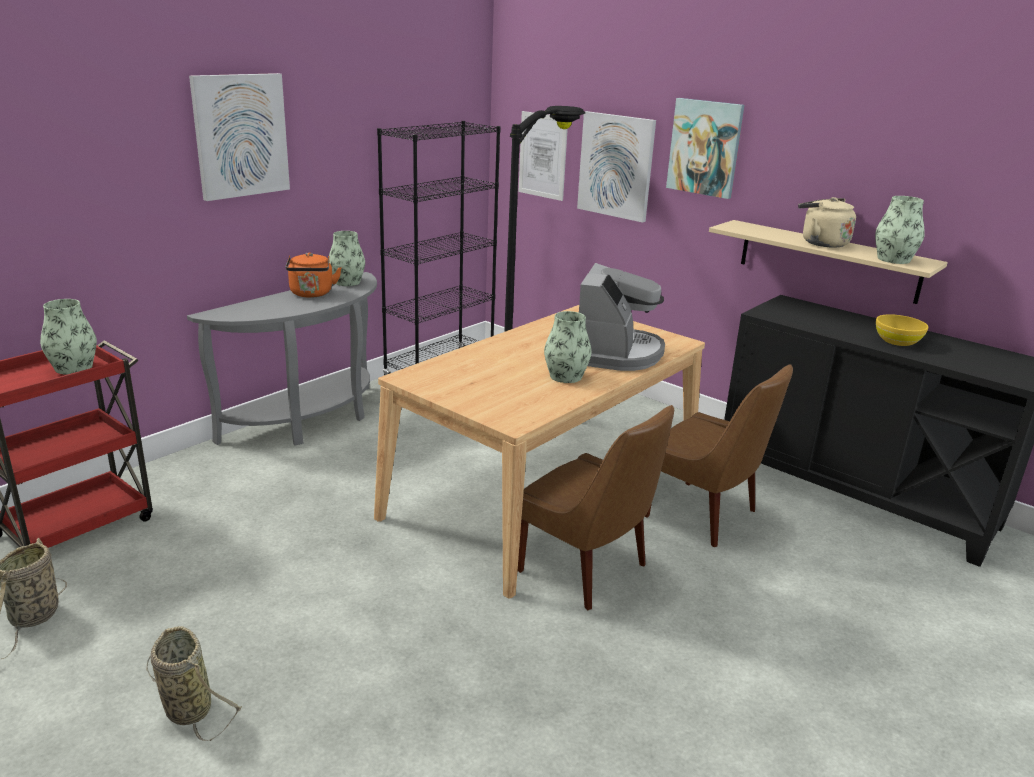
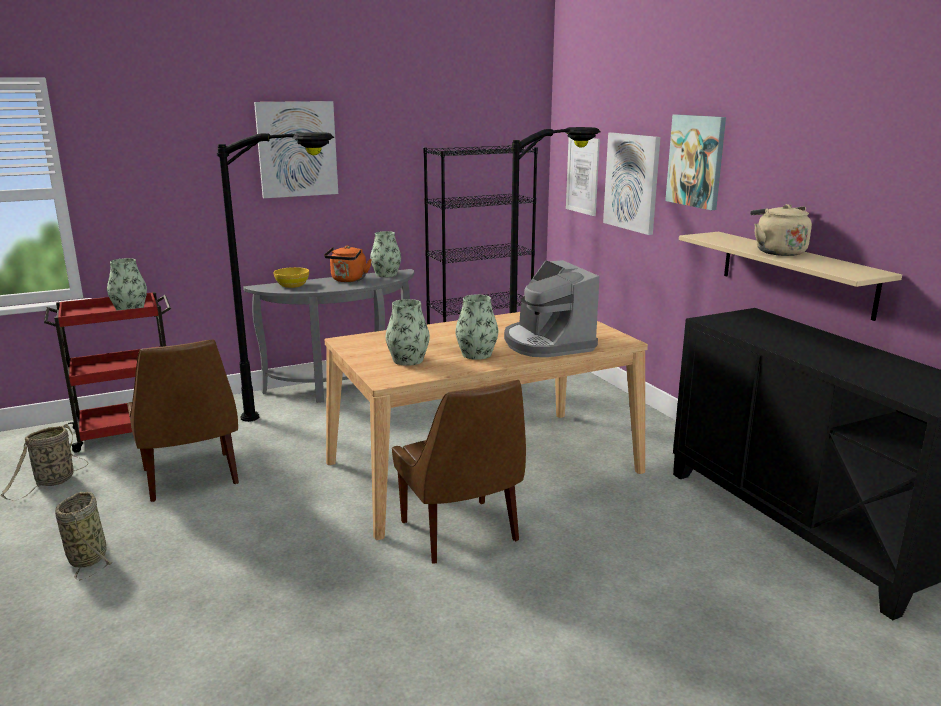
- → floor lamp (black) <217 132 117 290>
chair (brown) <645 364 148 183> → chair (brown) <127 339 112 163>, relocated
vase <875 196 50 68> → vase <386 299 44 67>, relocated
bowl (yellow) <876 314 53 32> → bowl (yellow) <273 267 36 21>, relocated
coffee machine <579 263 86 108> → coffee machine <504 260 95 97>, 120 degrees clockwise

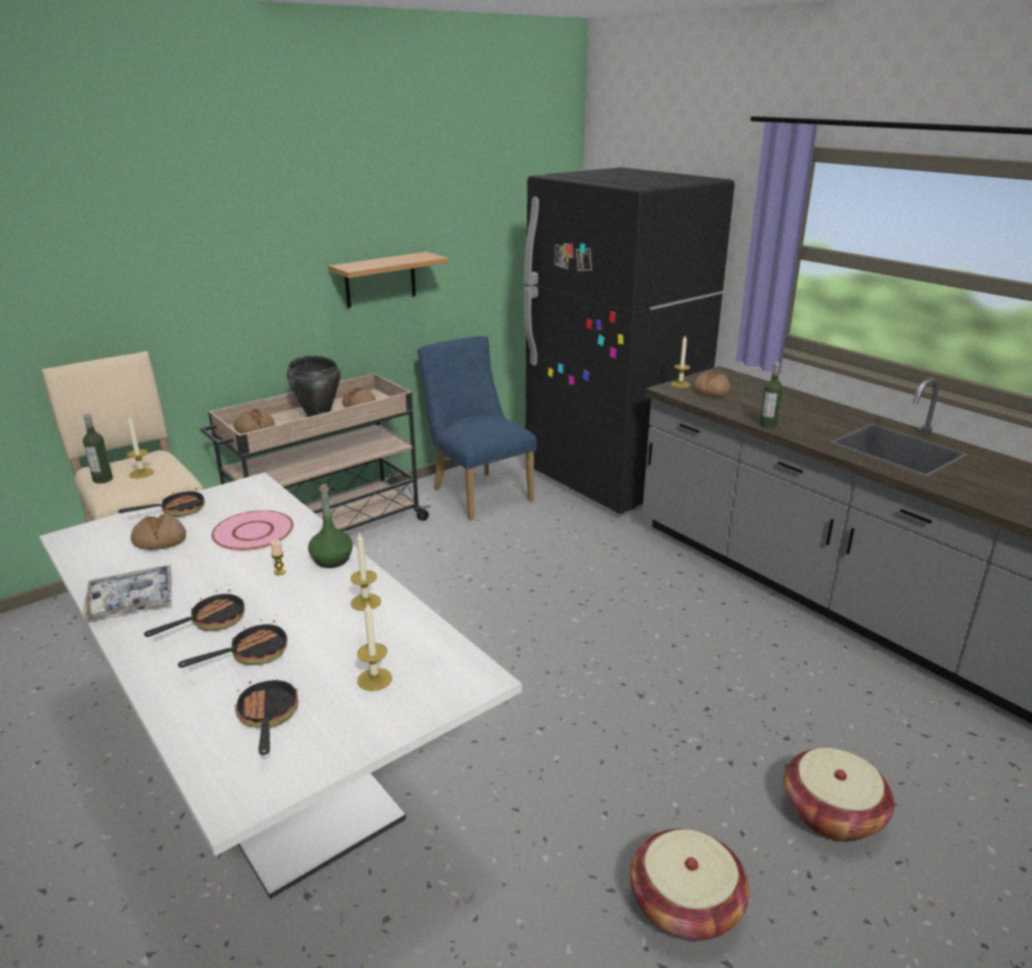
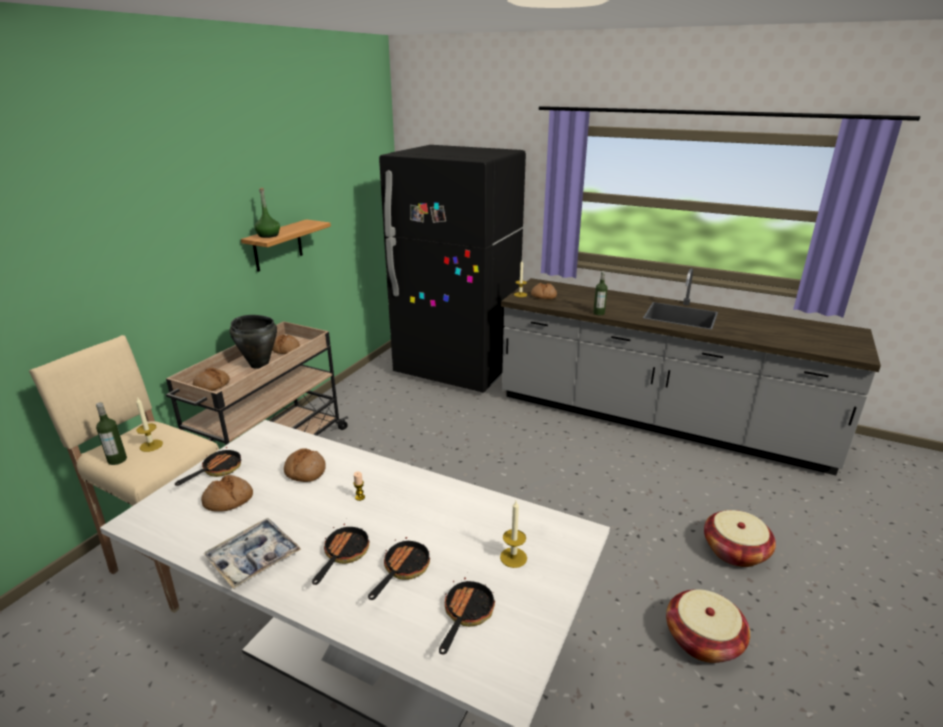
candle <351 532 30 79> → -
chair (blue) <418 336 119 184> → -
bottle (green) <308 484 45 84> → bottle (green) <255 188 25 50>, relocated
plate (pink) <211 510 83 41> → bread <284 448 42 34>
frying pan <234 679 65 76> → frying pan <439 577 56 78>, 60 degrees clockwise

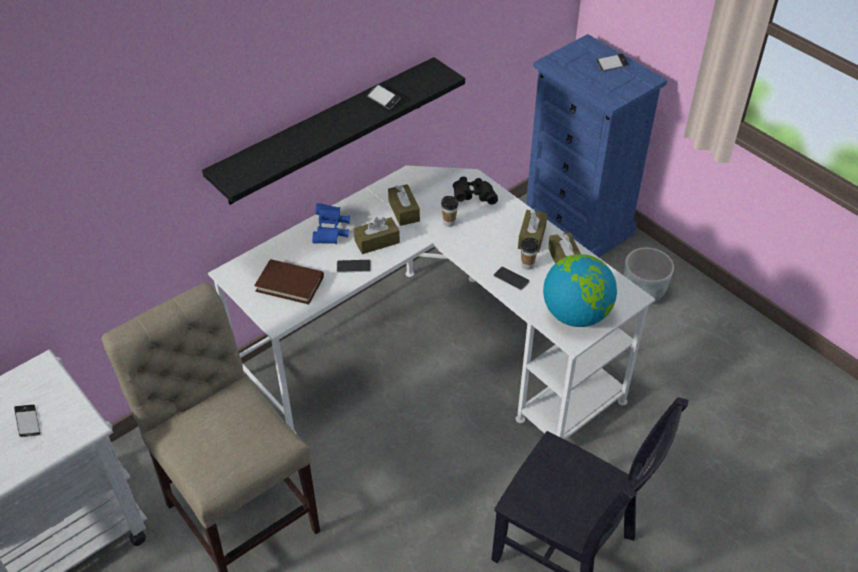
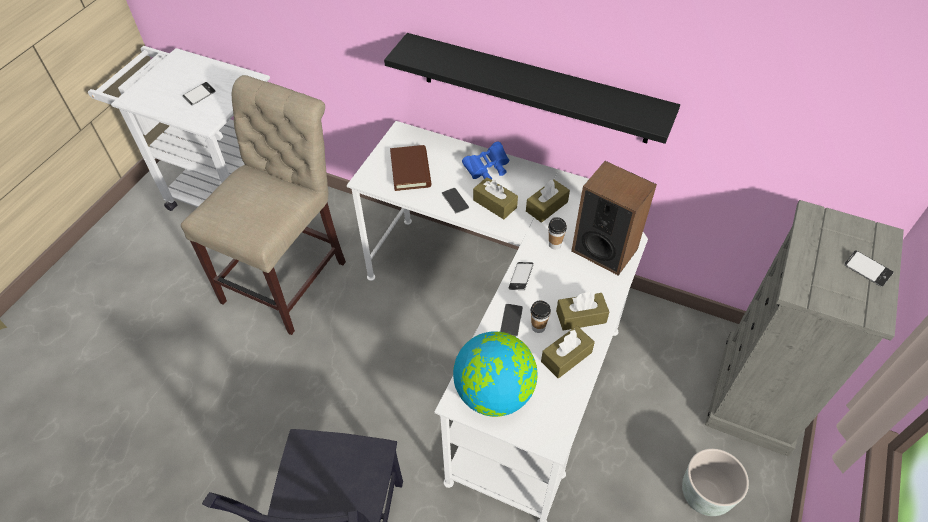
phone <367 84 34 26> → phone <508 262 26 28>, relocated
binoculars (black) <453 177 45 28> → speaker <571 161 86 115>
dresser (blue) <525 34 142 224> → dresser (grey) <705 200 199 257>

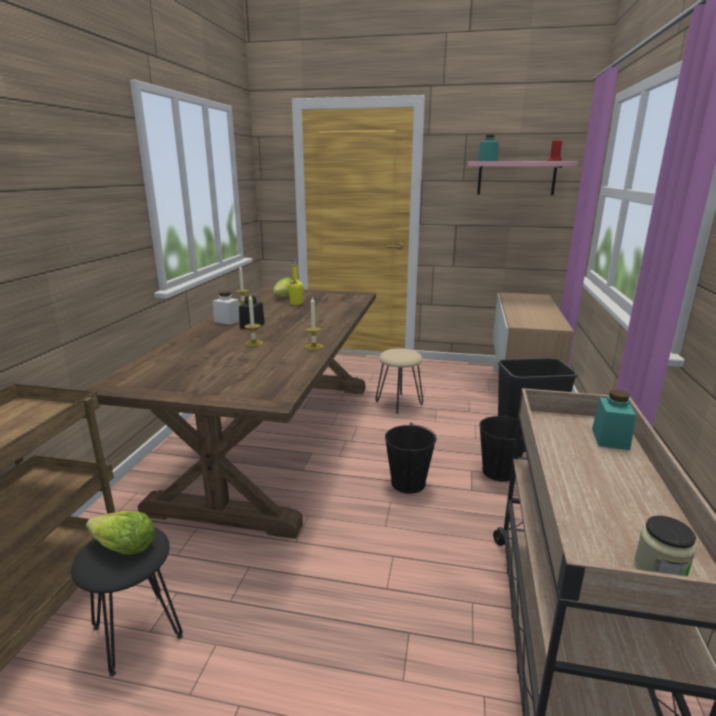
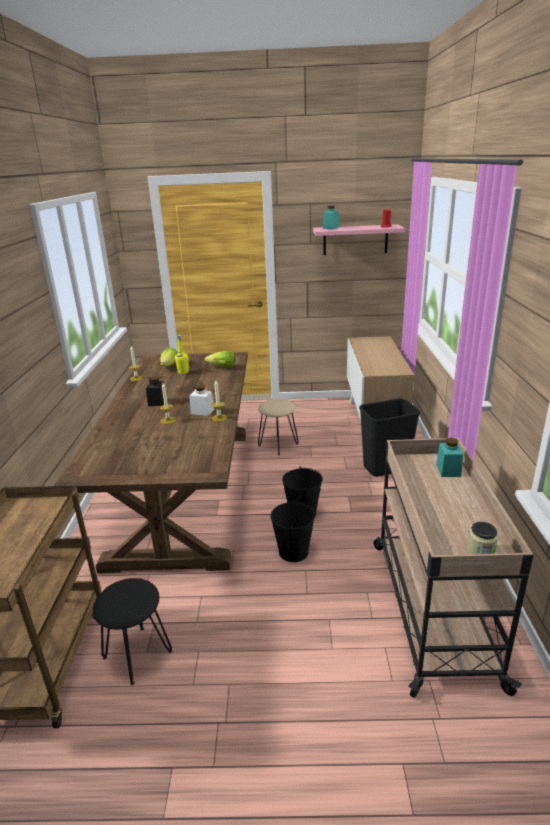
lettuce <86 511 69 44> → lettuce <205 351 30 17>, relocated
jar (white) <213 291 26 34> → jar (white) <190 385 24 31>, relocated
bucket (black) <479 414 46 68> → bucket (black) <271 500 44 62>, relocated

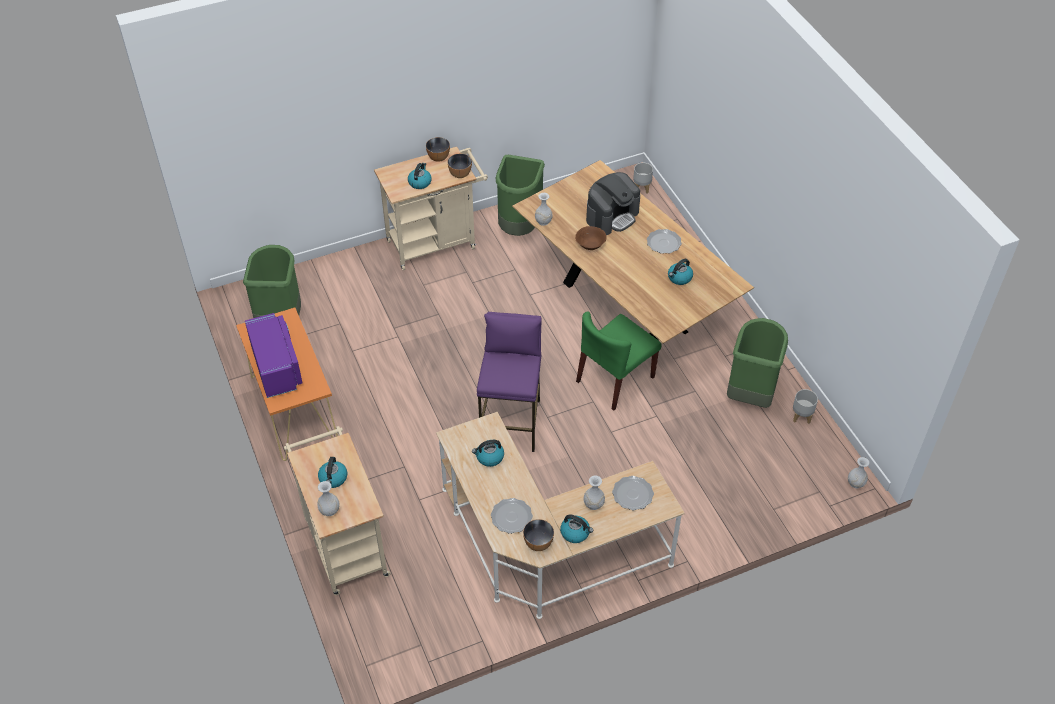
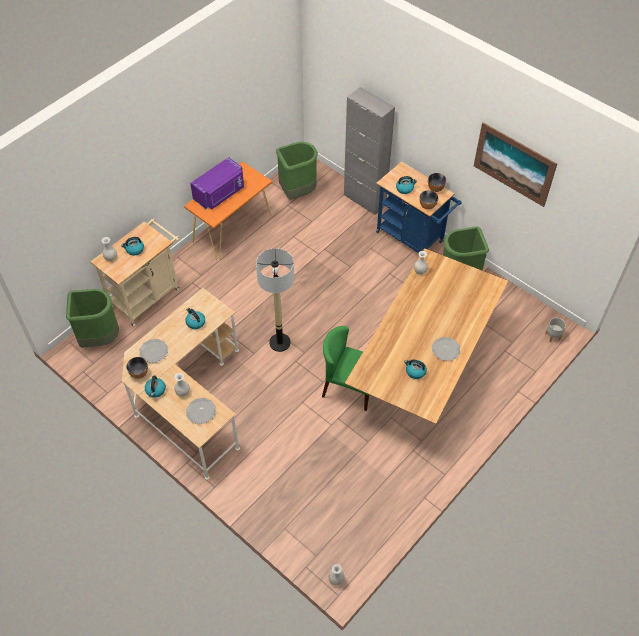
bowl (brown) <575 226 32 24> → -
coffee machine <586 172 54 63> → -
planter (grey) <793 389 25 35> → -
- → cabinet (grey) <344 87 51 128>
- → picture <474 122 83 85>
trash can (green) <727 318 61 90> → trash can (green) <66 289 53 59>, relocated
stool (purple) <477 312 65 140> → floor lamp <256 248 38 104>
cart (beige) <374 147 114 123> → cart (blue) <376 161 86 92>

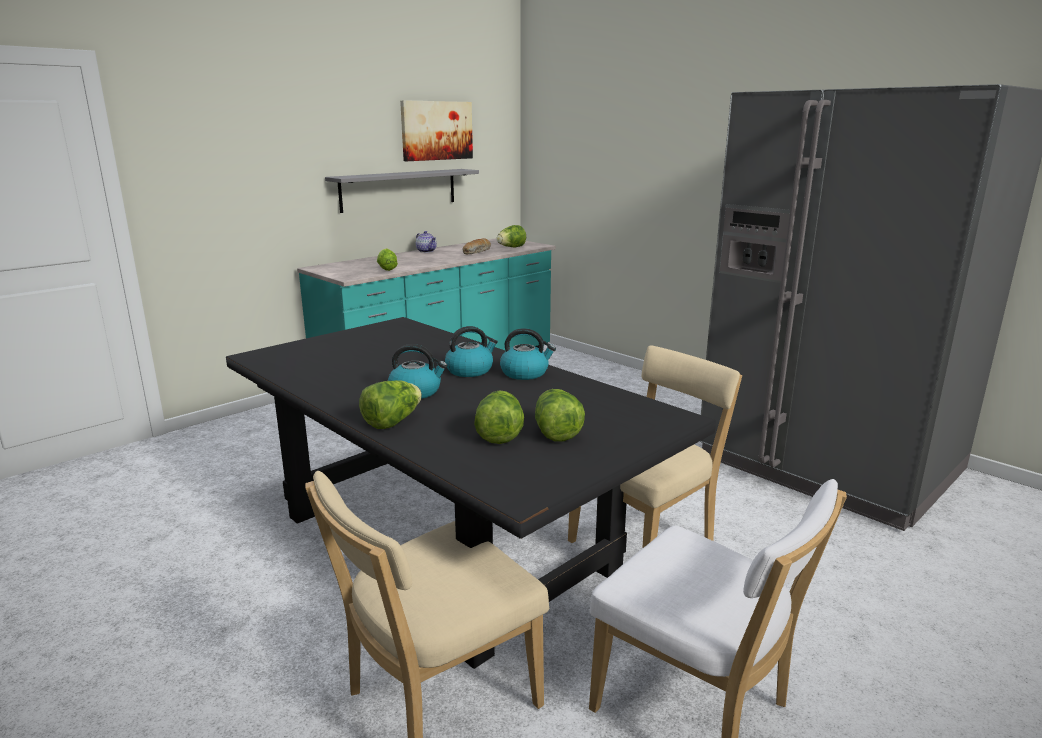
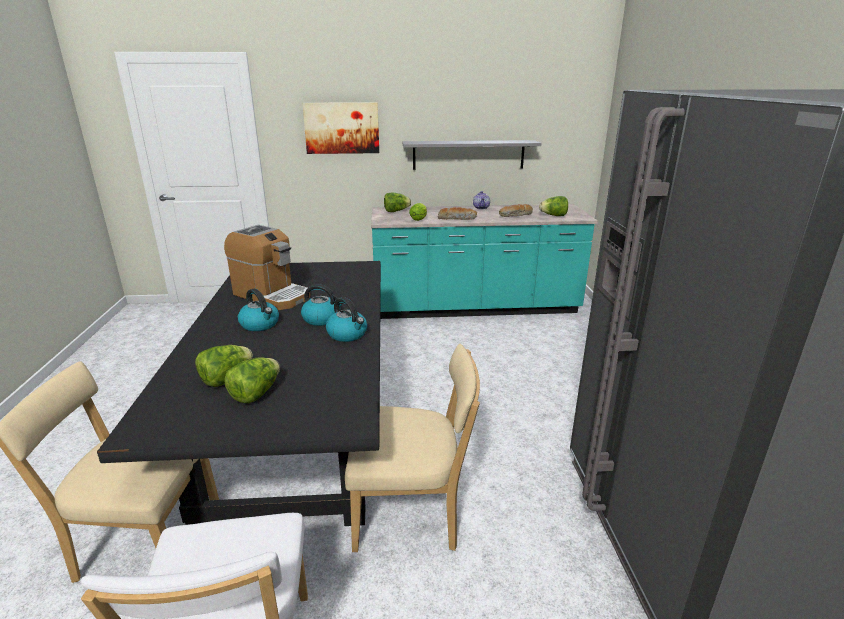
- → coffee machine <224 225 87 85>
- → bread <438 207 39 13>
lettuce <359 380 63 49> → lettuce <384 192 27 20>, relocated
picture <400 100 73 61> → picture <302 102 77 52>, relocated

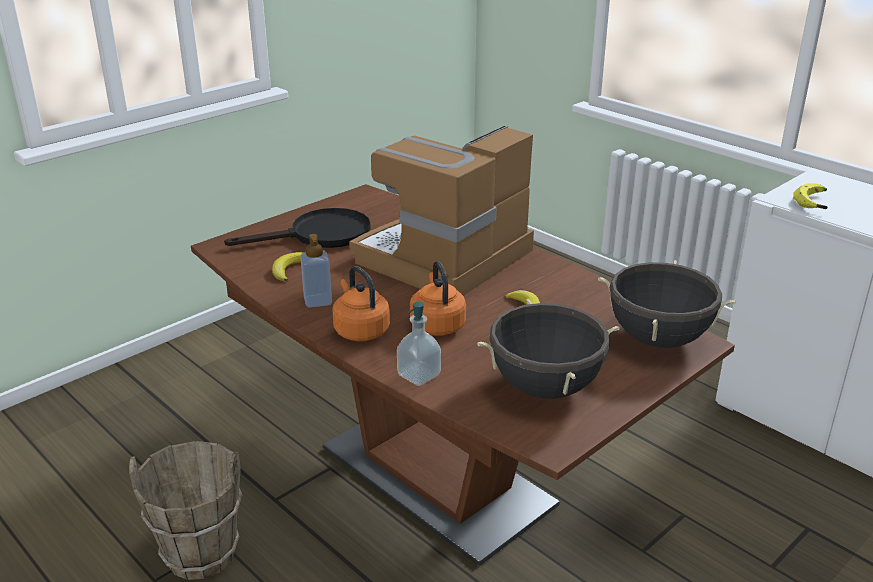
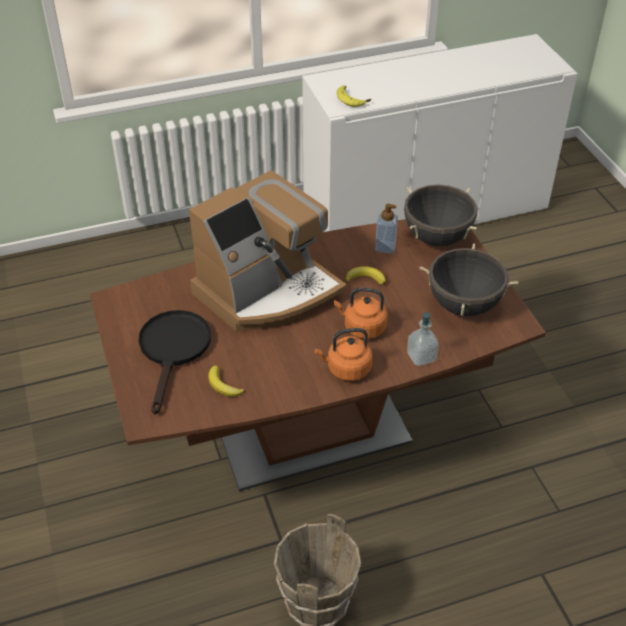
soap dispenser <300 234 32 74> → soap dispenser <375 204 23 49>, relocated
coffee machine <349 125 185 171> → coffee machine <189 170 158 162>, 105 degrees counterclockwise

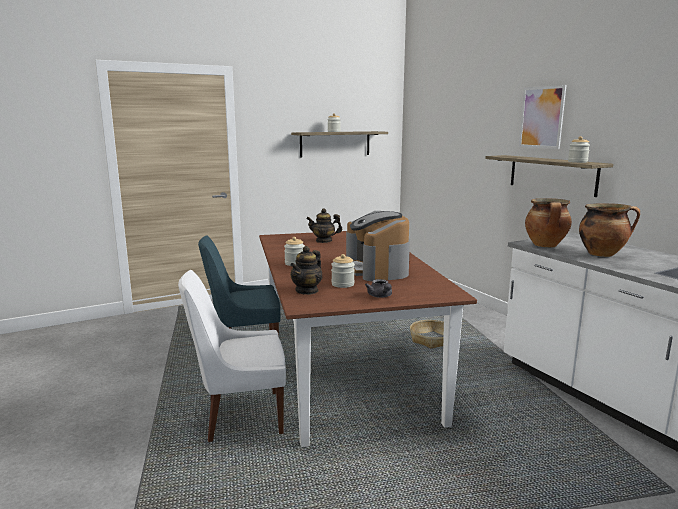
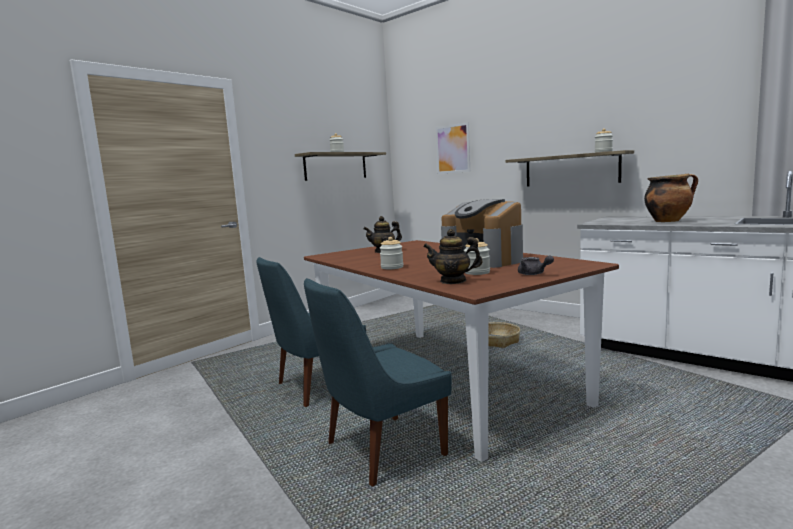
cooking pot <525 198 47 49> → -
picture <519 85 47 64> → picture <435 123 35 51>, relocated
chair (white) <178 270 108 172> → chair (blue) <304 278 148 208>
teapot <290 246 32 49> → teapot <423 229 59 55>, 90 degrees clockwise

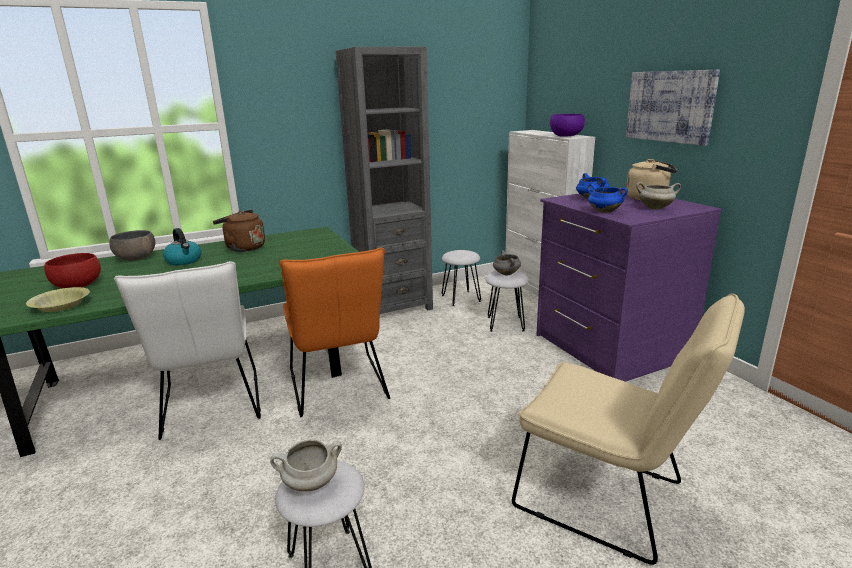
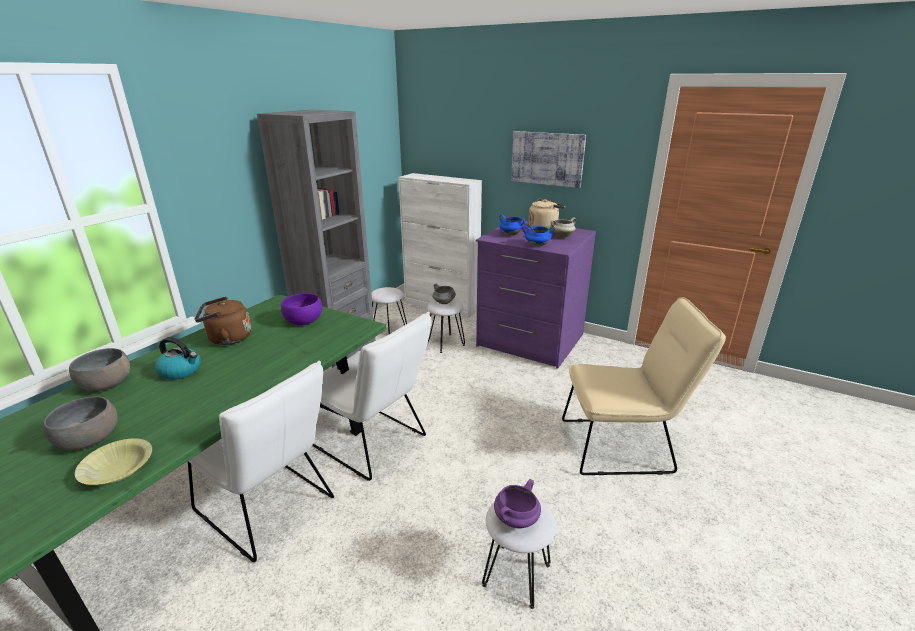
bowl (purple) <550 114 35 23> → bowl (purple) <281 293 41 32>, relocated
bowl (red) <44 253 57 35> → bowl (grey) <43 396 75 54>
cooking pot (white) <270 440 72 51> → cooking pot (purple) <494 479 47 50>
chair (orange) <280 247 110 170> → chair (white) <312 312 119 169>

